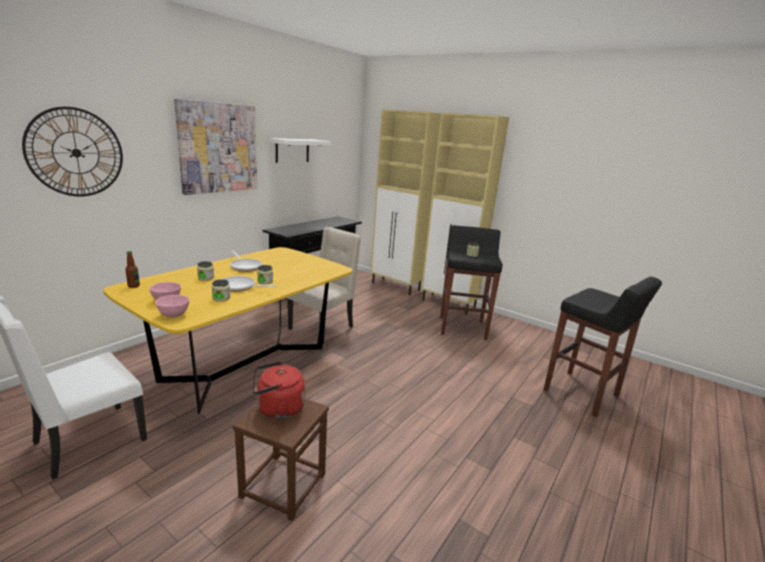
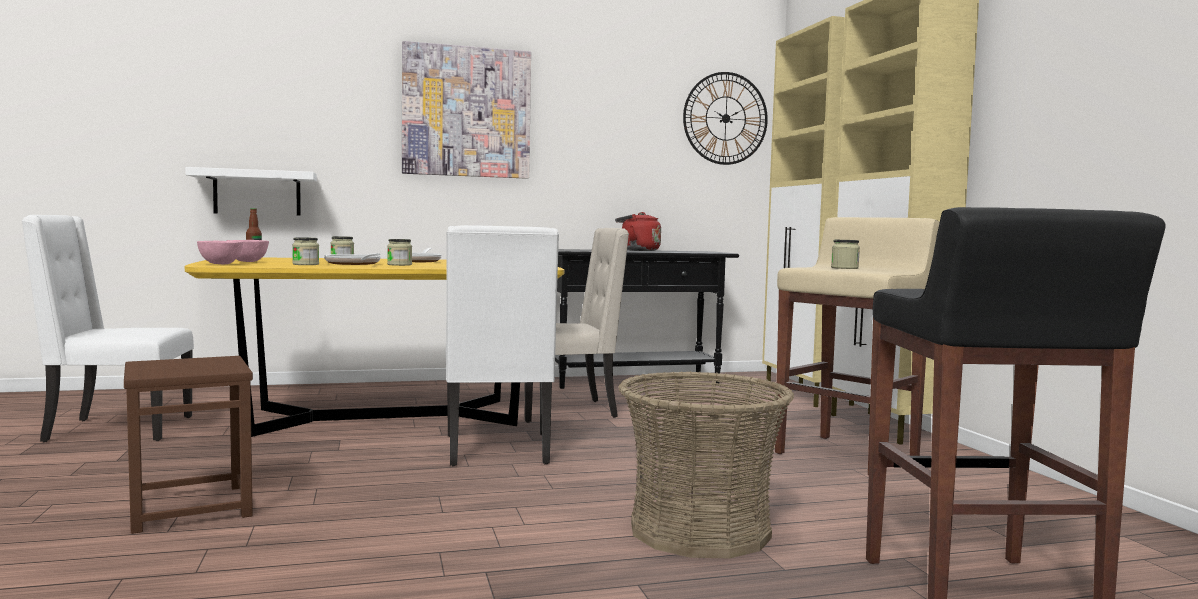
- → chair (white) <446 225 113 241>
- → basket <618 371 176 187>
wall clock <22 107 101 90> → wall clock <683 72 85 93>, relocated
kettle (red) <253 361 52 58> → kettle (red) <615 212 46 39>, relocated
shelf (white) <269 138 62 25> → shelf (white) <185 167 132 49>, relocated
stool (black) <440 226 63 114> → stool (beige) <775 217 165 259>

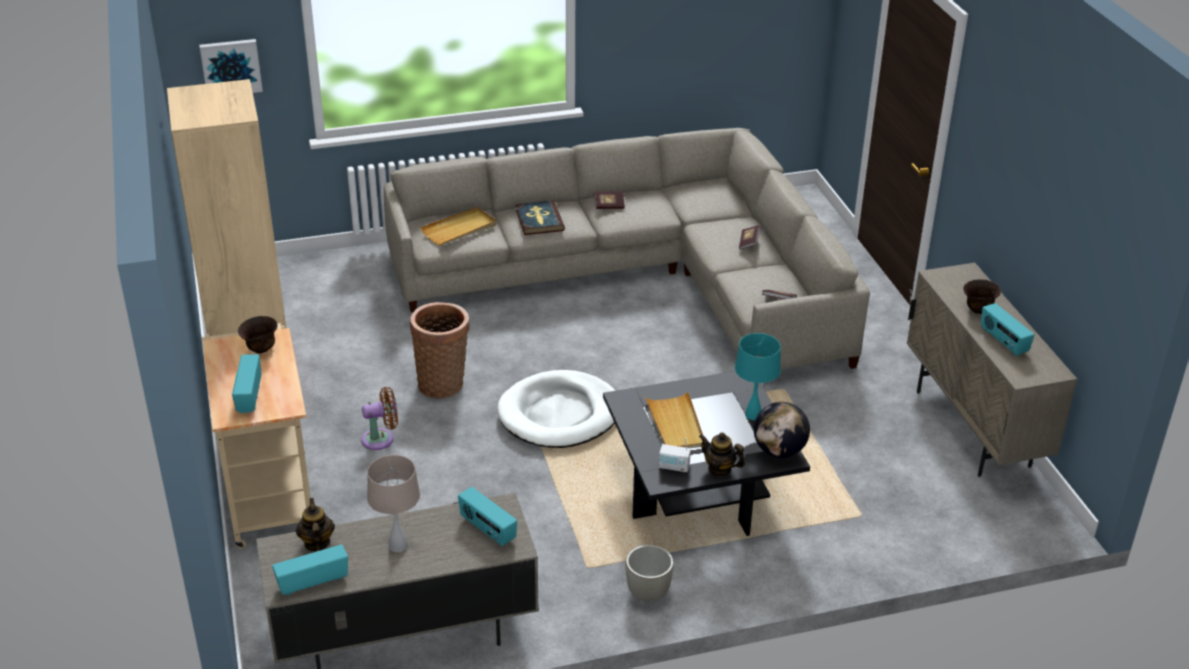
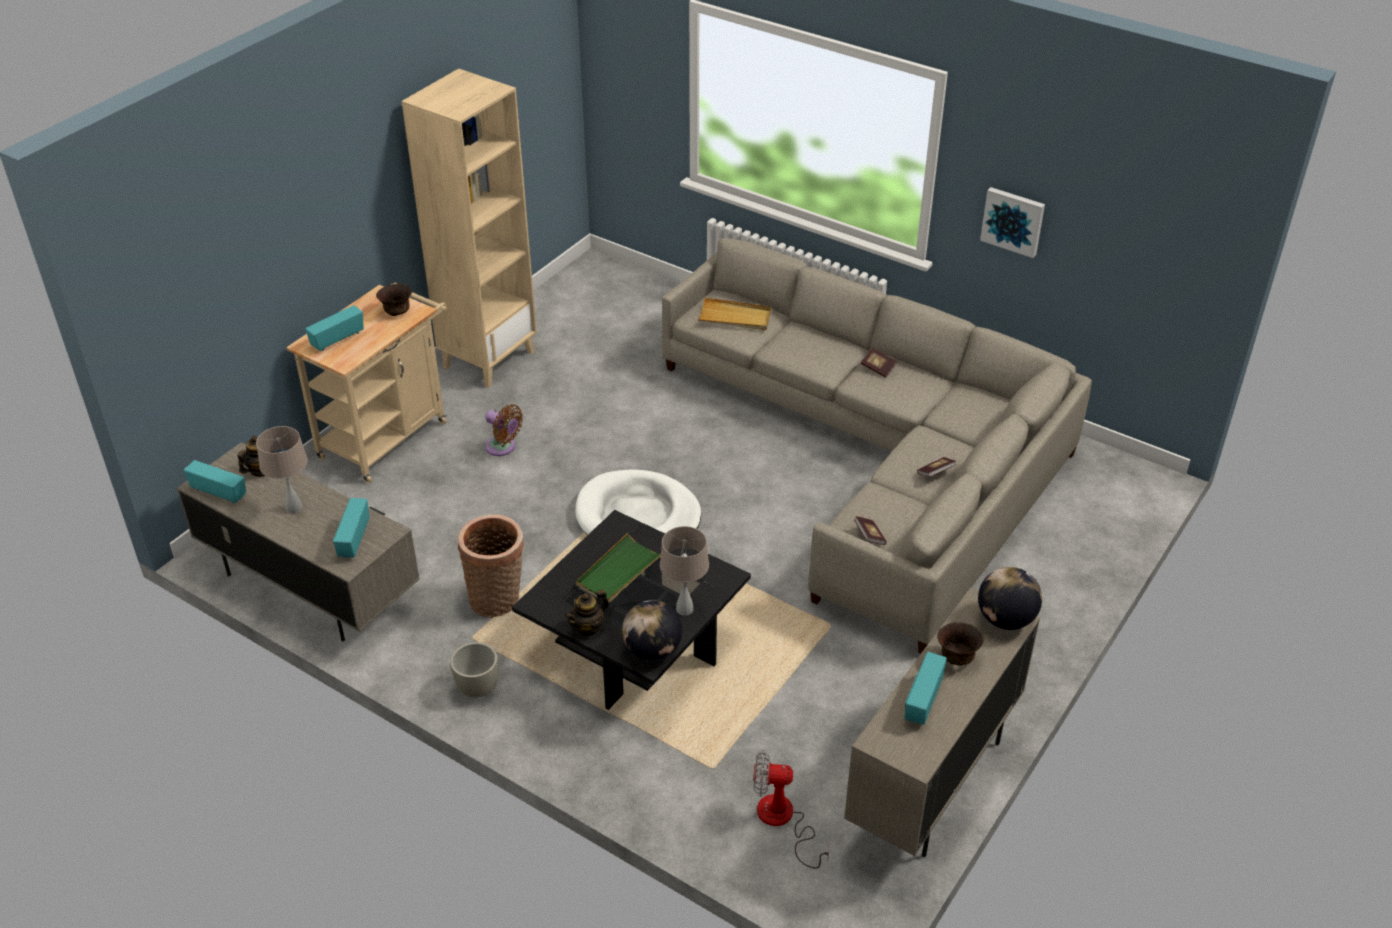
book <516 201 49 34> → -
radio <659 438 32 35> → -
- → fan <753 750 76 118>
- → globe <978 567 64 63>
picture <199 39 64 54> → picture <980 187 65 71>, relocated
basket <410 302 60 97> → basket <458 514 66 104>, relocated
tray (beige) <645 391 58 57> → tray (green) <576 533 85 70>
table lamp (turquoise) <735 333 46 87> → table lamp (beige) <660 526 49 90>
teapot <699 432 46 45> → teapot <565 589 44 48>, 120 degrees counterclockwise

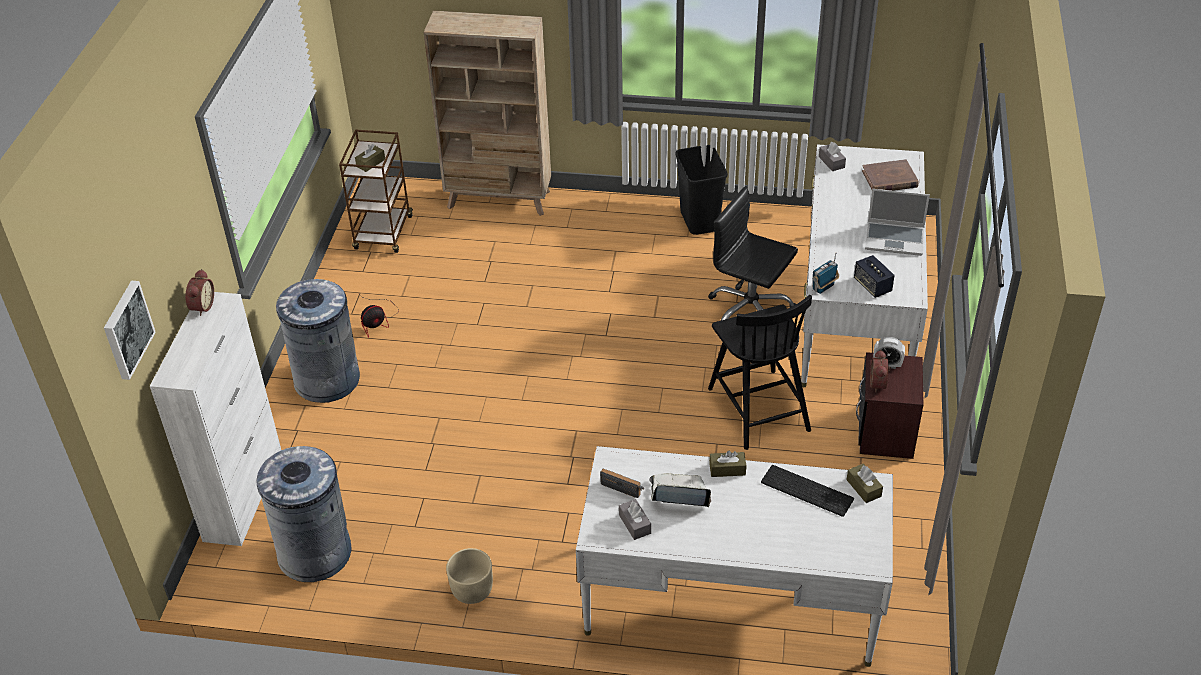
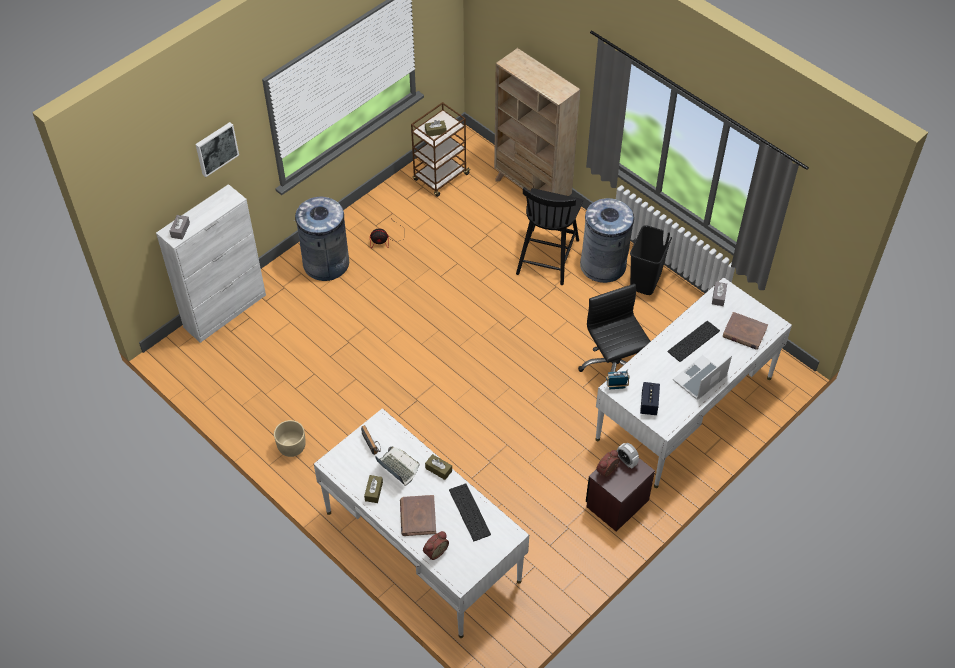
- → book (brown) <400 495 36 41>
- → keyboard <667 321 53 41>
picture <104 281 52 99> → picture <195 122 44 55>, relocated
alarm clock <185 269 29 47> → alarm clock <423 531 26 29>, relocated
trash can (grey) <256 446 96 136> → trash can (grey) <580 198 54 85>, relocated
tissue box (grey) <619 499 32 41> → tissue box (grey) <169 215 21 25>, relocated
chair (black) <708 295 104 155> → chair (black) <516 187 67 98>, relocated
tissue box (brown) <847 464 36 39> → tissue box (brown) <364 475 19 28>, relocated
laptop <865 189 65 67> → laptop <673 355 59 45>, 90 degrees clockwise

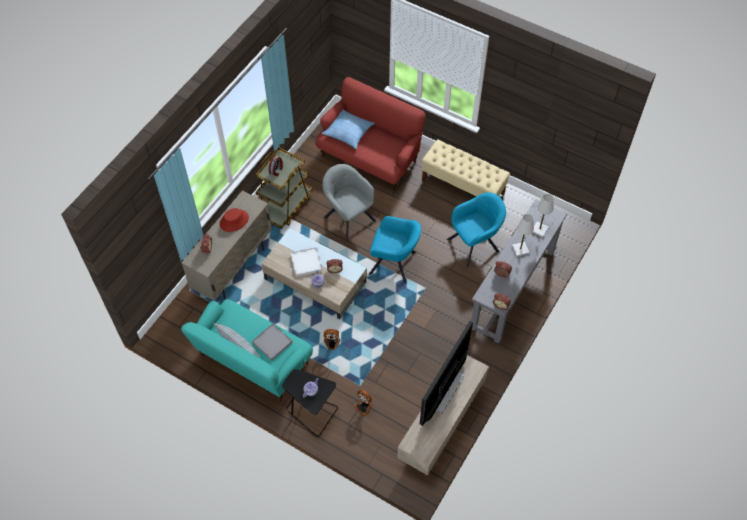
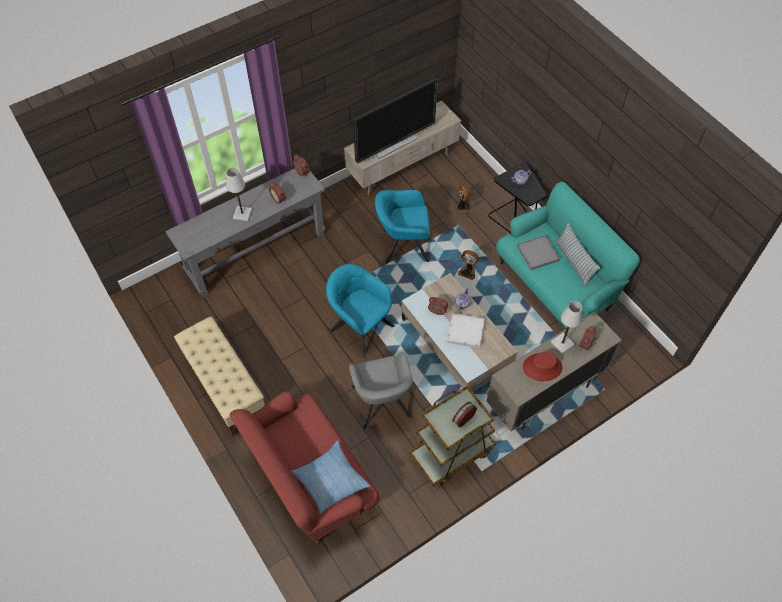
armchair (turquoise) <447 192 59 76> → armchair (turquoise) <375 190 55 74>, relocated
table lamp (white) <532 194 22 43> → table lamp (white) <551 301 31 53>, relocated

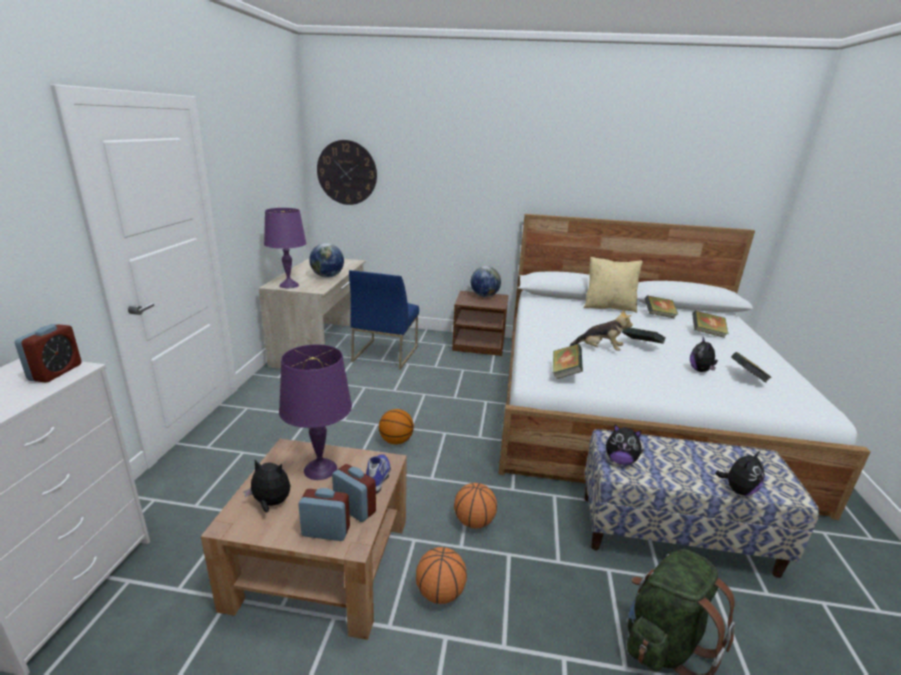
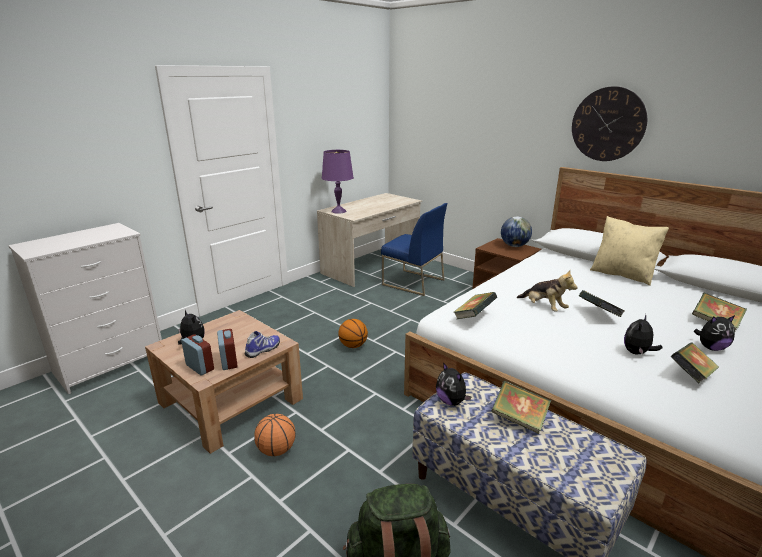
alarm clock <15 324 66 58> → -
table lamp (purple) <279 344 73 136> → -
globe <309 243 35 35> → -
basketball <454 483 43 46> → -
wall clock <317 140 60 65> → wall clock <572 86 75 75>, relocated
book <645 295 33 24> → book <491 380 60 54>, relocated
plush toy <715 451 50 45> → plush toy <694 315 41 36>, relocated
chair (blue) <349 270 70 100> → chair (blue) <381 203 66 93>, 105 degrees counterclockwise

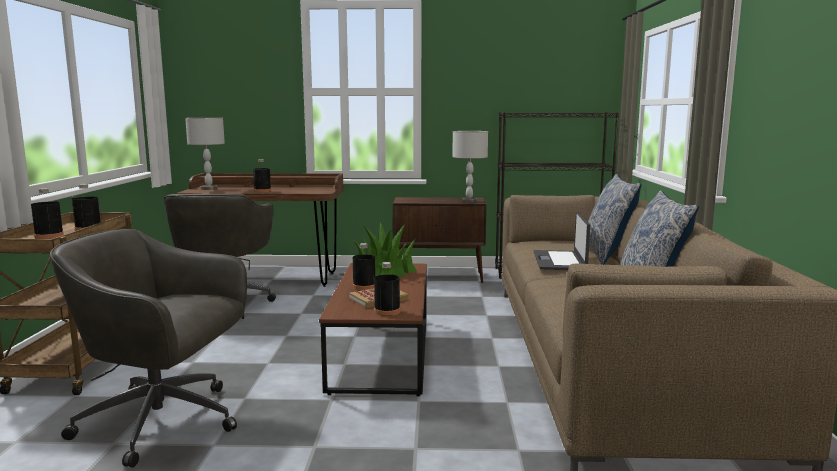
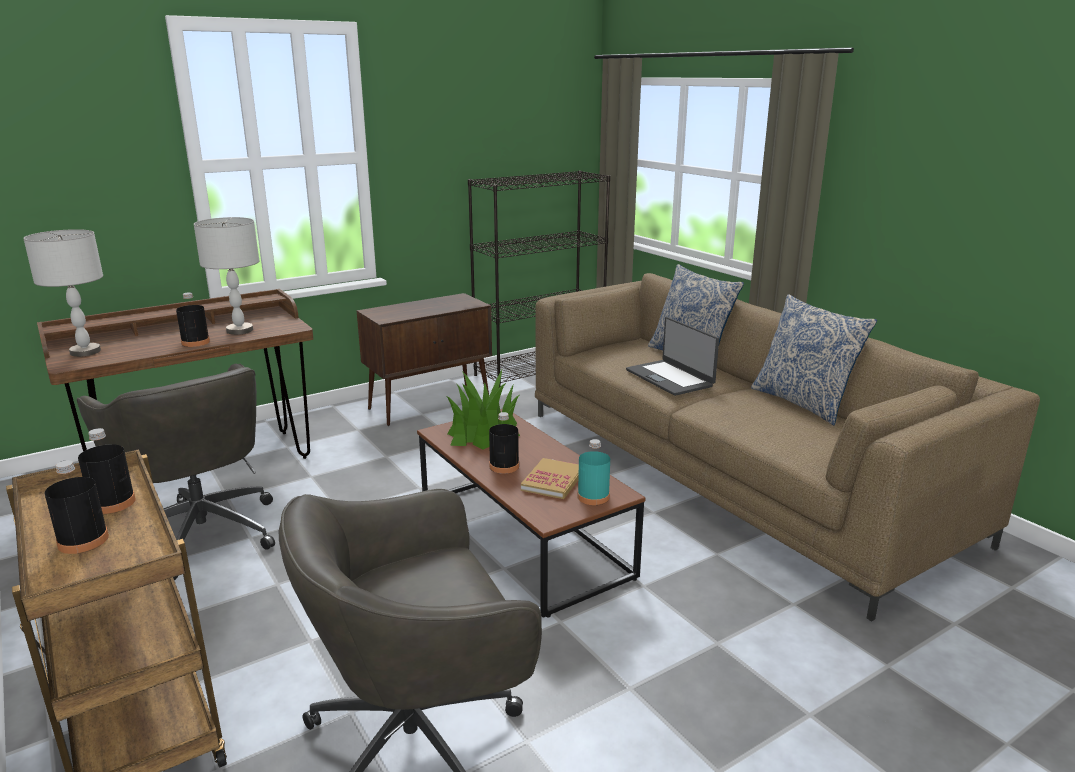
table lamp (grey) <452 131 36 72> → table lamp (grey) <194 217 66 118>, relocated
bottle (black) <374 262 26 54> → bottle (turquoise) <577 439 33 66>

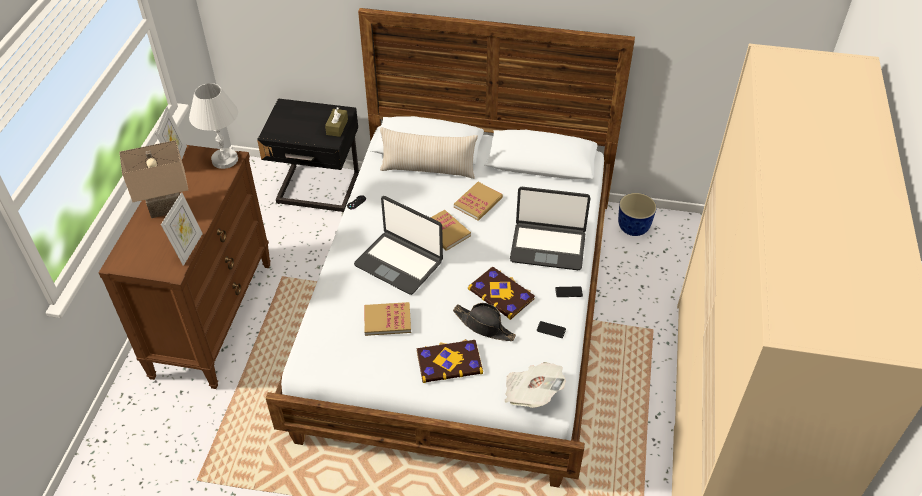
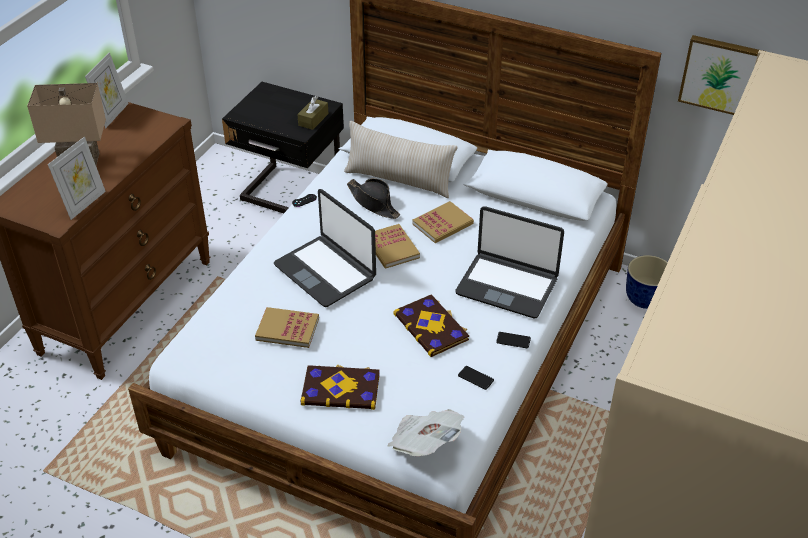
table lamp (white) <189 83 49 86> → -
- → picture <678 35 89 80>
hat (black) <453 303 63 38> → hat (black) <347 178 53 41>, relocated

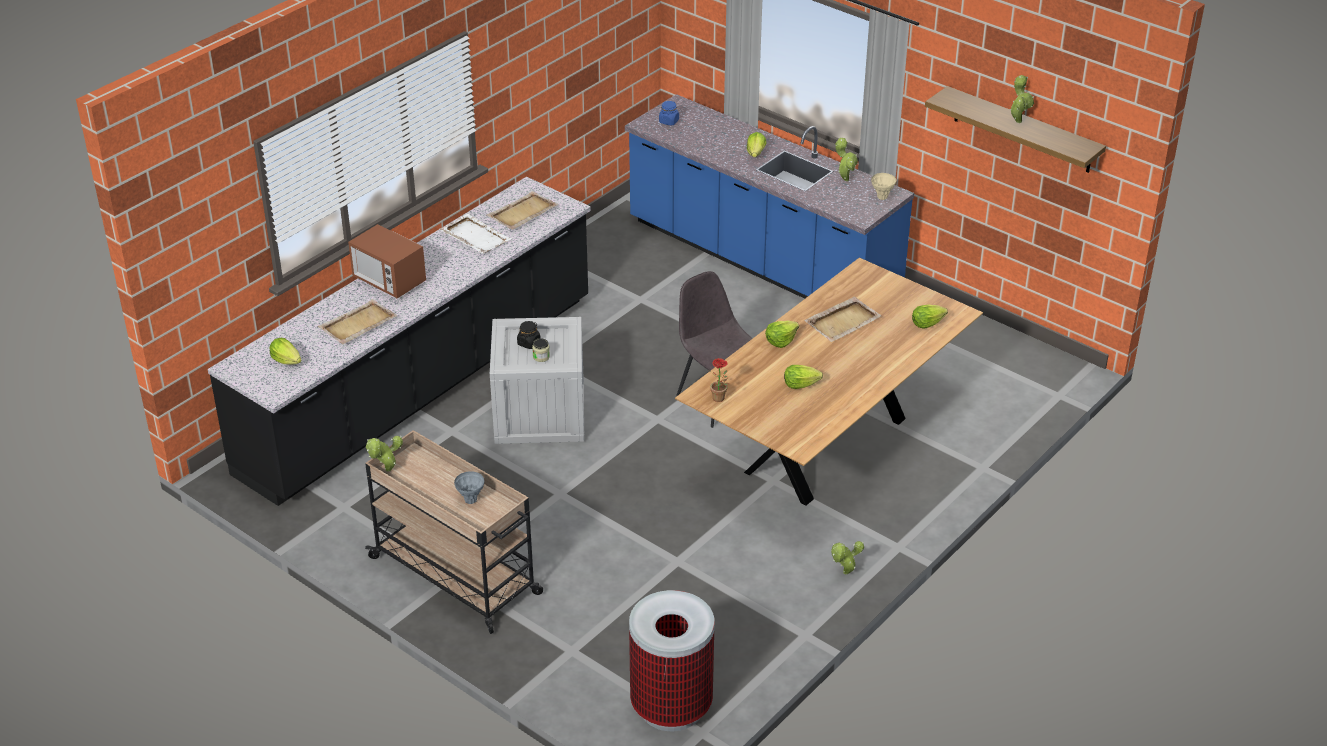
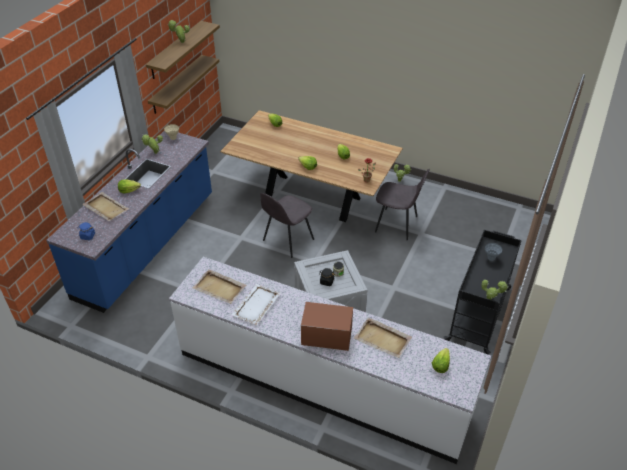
trash can <629 590 85 141> → -
- → shelf <148 55 71 59>
- → chair (grey) <375 169 54 71>
tray (beige) <804 297 77 45> → tray (beige) <82 192 48 29>, relocated
counter (black) <208 177 383 329> → counter (white) <169 257 322 207>
cart (beige) <365 430 178 204> → cart (black) <444 230 77 125>
microwave <348 224 78 75> → microwave <301 302 52 49>, 105 degrees counterclockwise

